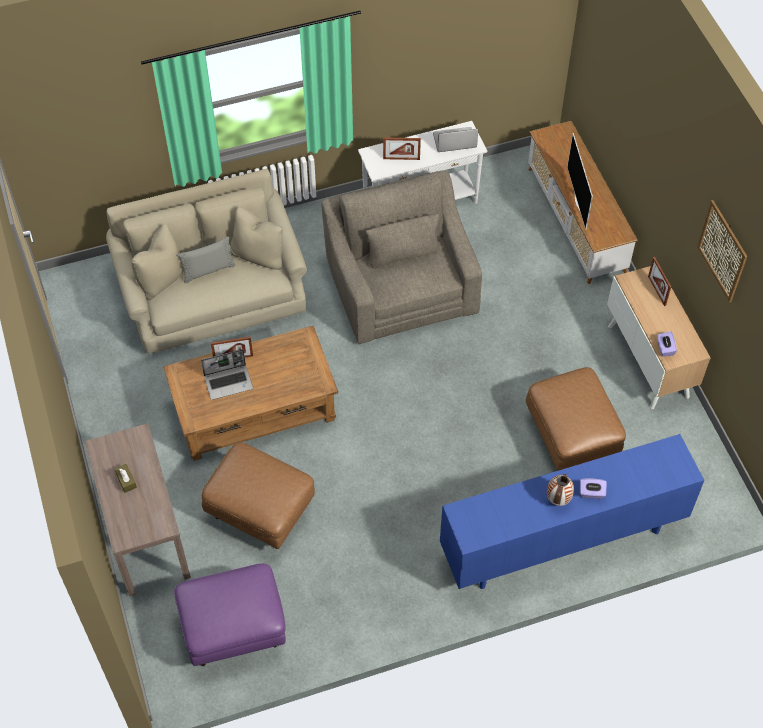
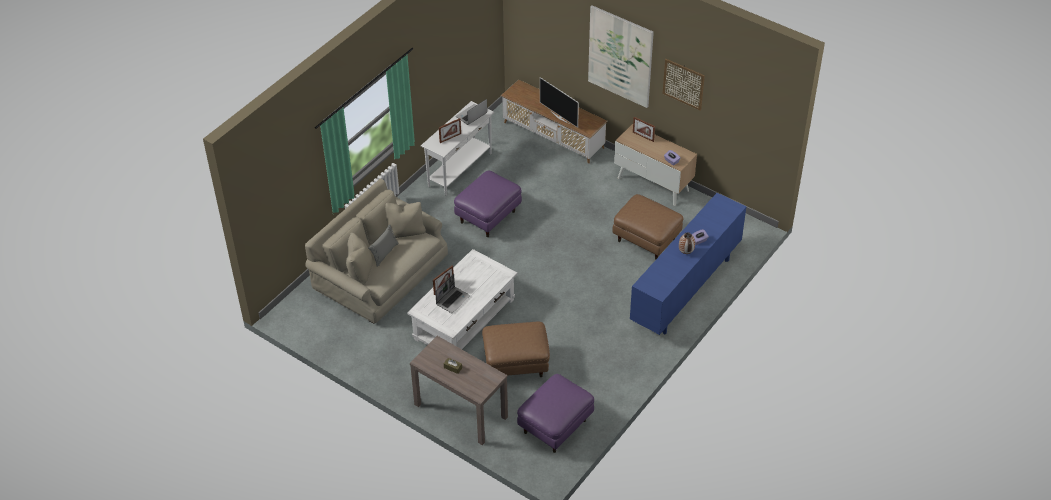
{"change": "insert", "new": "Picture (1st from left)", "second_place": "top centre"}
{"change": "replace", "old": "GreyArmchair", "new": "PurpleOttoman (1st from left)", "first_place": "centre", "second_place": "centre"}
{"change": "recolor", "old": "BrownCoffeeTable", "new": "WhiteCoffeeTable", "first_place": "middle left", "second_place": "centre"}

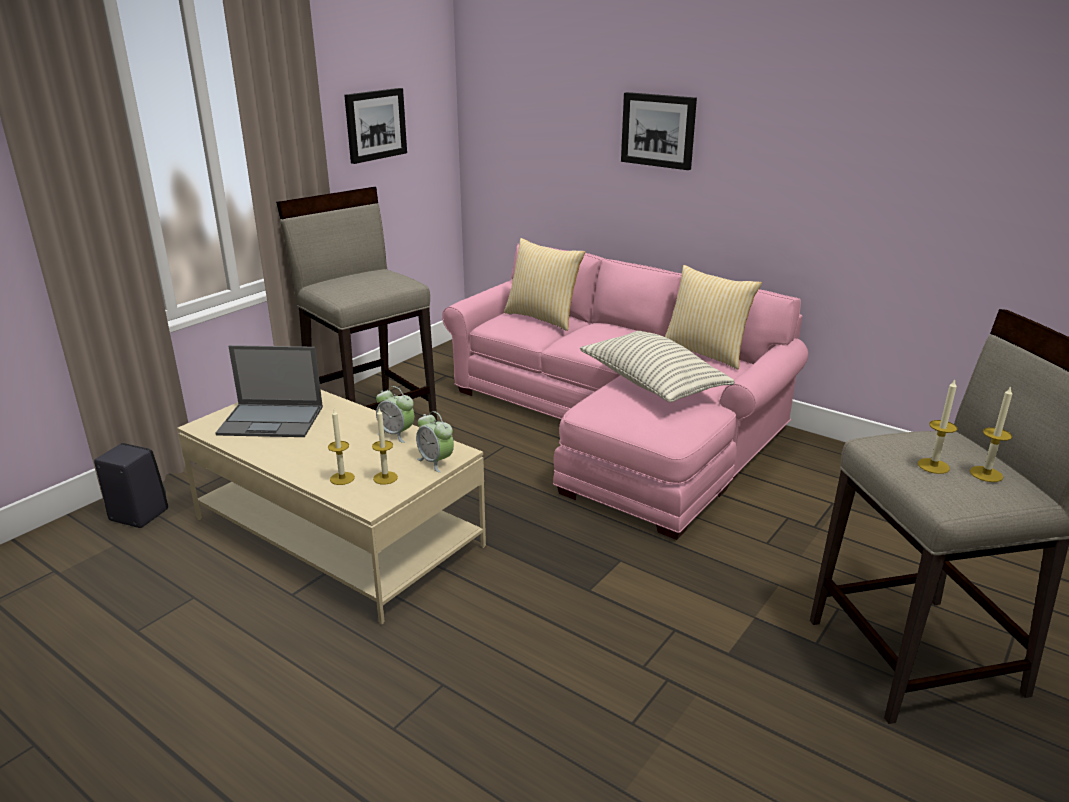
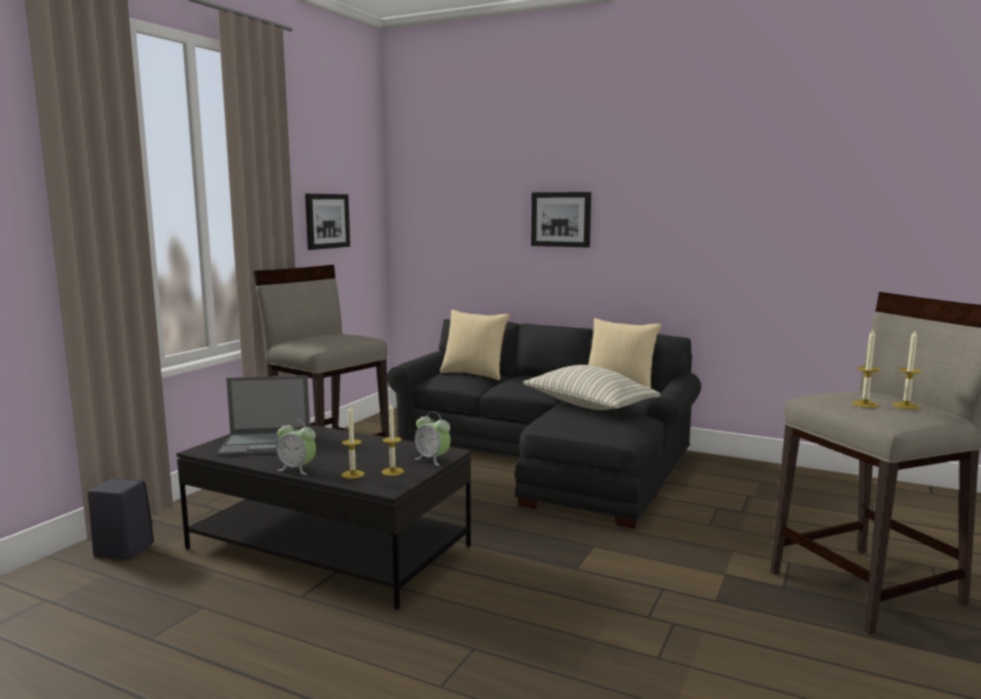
{"change": "move", "old": "AlarmClock (1st from left)", "first_place": "centre", "second_place": "middle left"}
{"change": "recolor", "old": "BeigeCoffeeTable", "new": "BlackCoffeeTable", "first_place": "middle left", "second_place": "bottom left"}
{"change": "recolor", "old": "PinkSofa", "new": "BlackSofa", "first_place": "centre", "second_place": "centre"}

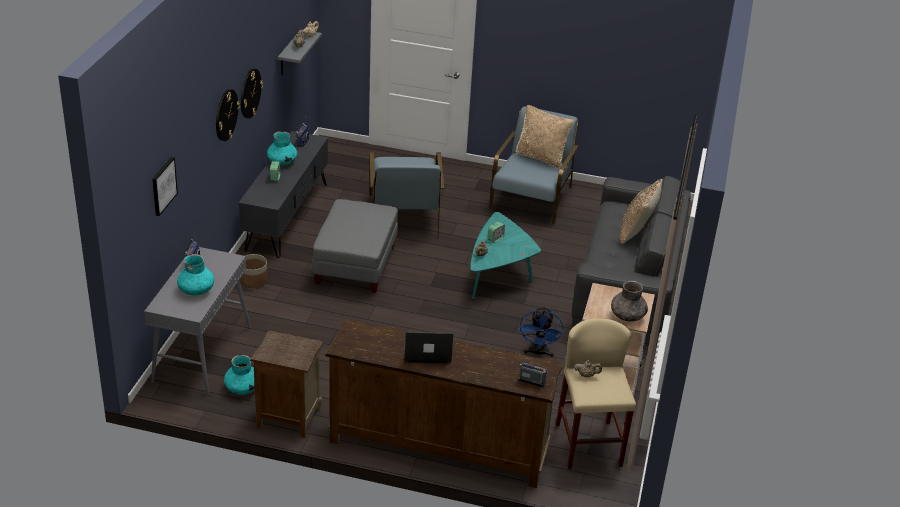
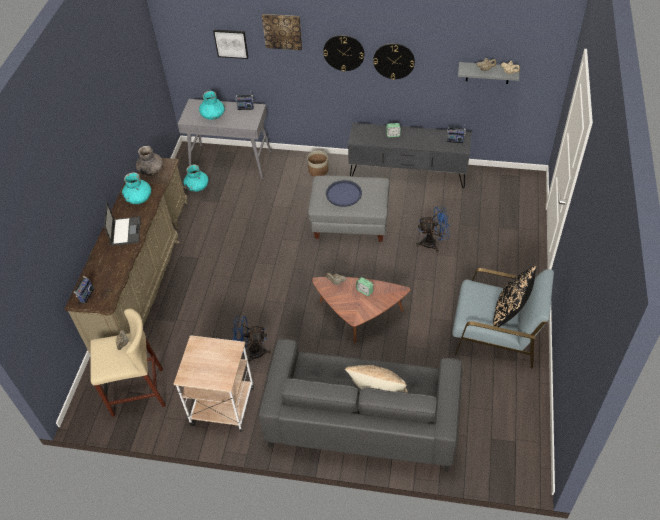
{"change": "insert", "new": "Picture (2nd from left)", "second_place": "top centre"}
{"change": "insert", "new": "BlueTray", "second_place": "centre"}
{"change": "move", "old": "TurquoiseVase (3rd from left in the first image)", "new": "TurquoiseVase (1st from left)", "first_place": "top left", "second_place": "middle left"}
{"change": "move", "old": "GreyVase", "first_place": "middle right", "second_place": "top left"}
{"change": "replace", "old": "BlueArmchair (1st from left)", "new": "BlueFan (2nd from left)", "first_place": "centre", "second_place": "centre"}
{"change": "recolor", "old": "TurquoiseCoffeeTable", "new": "BrownCoffeeTable", "first_place": "centre", "second_place": "centre"}
{"change": "recolor", "old": "BeigePillow (1st from left)", "new": "BlackPillow", "first_place": "top centre", "second_place": "middle right"}

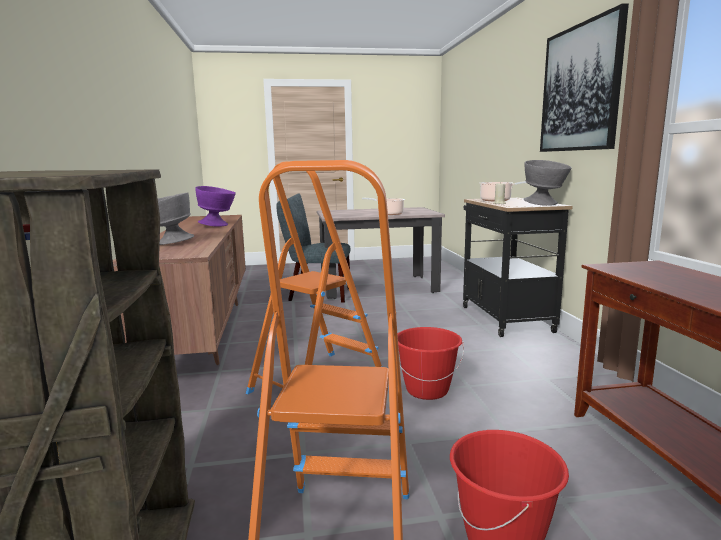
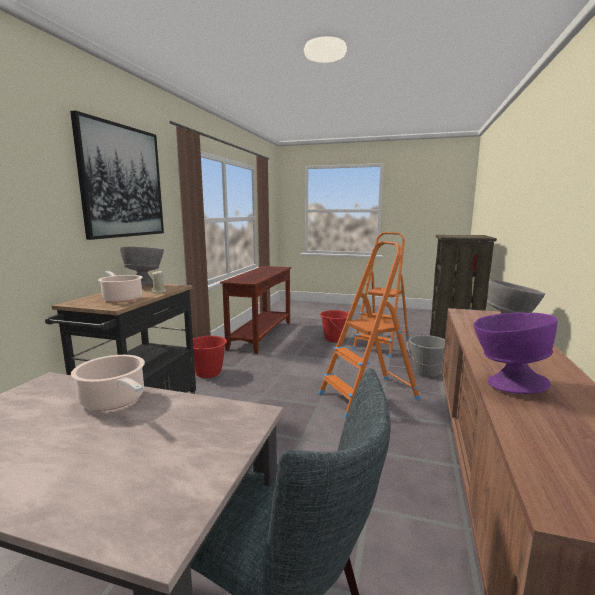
{"change": "insert", "new": "GreyBucket", "second_place": "middle right"}
{"change": "move", "old": "RedBucket (1st from left)", "first_place": "bottom centre", "second_place": "centre"}

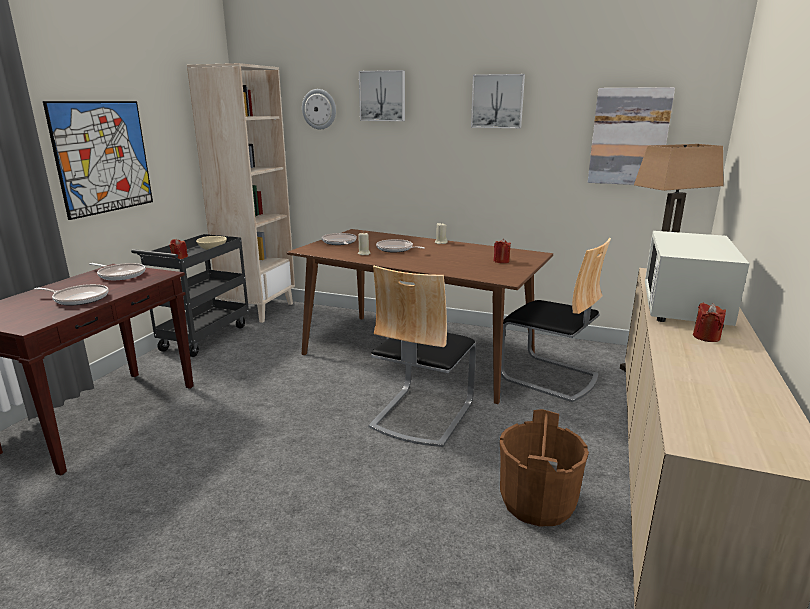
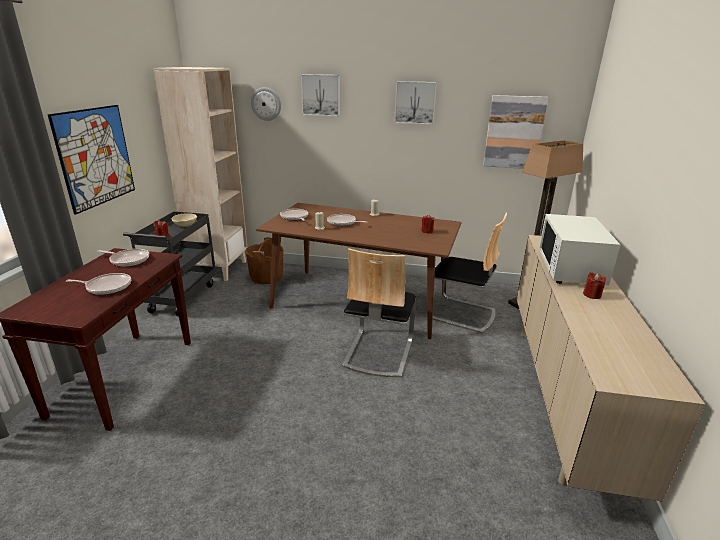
{"change": "move", "old": "BrownBucket", "first_place": "bottom right", "second_place": "centre"}

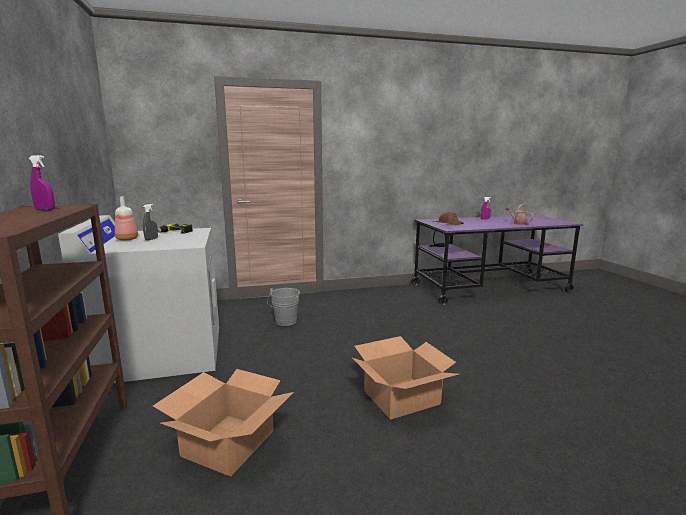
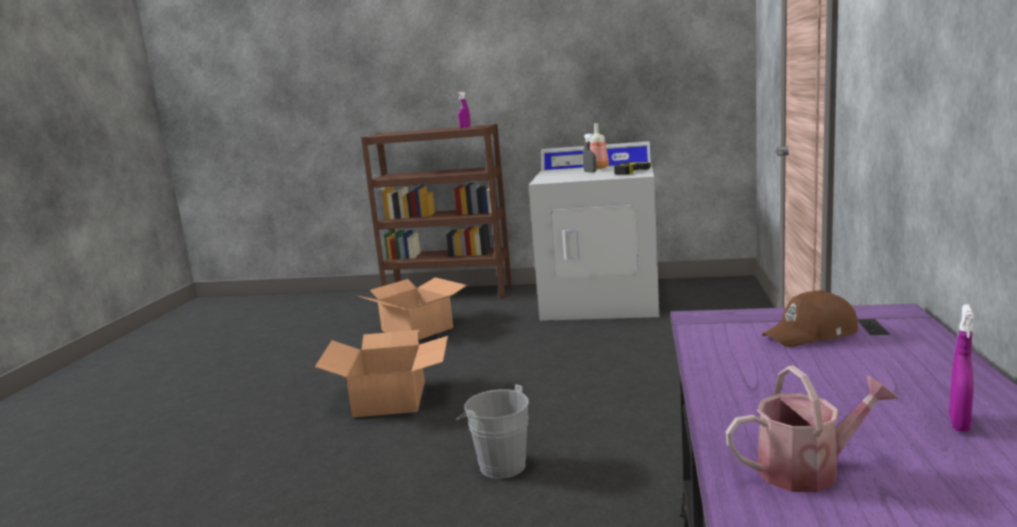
{"change": "move", "old": "GreyBucket", "first_place": "centre", "second_place": "bottom centre"}

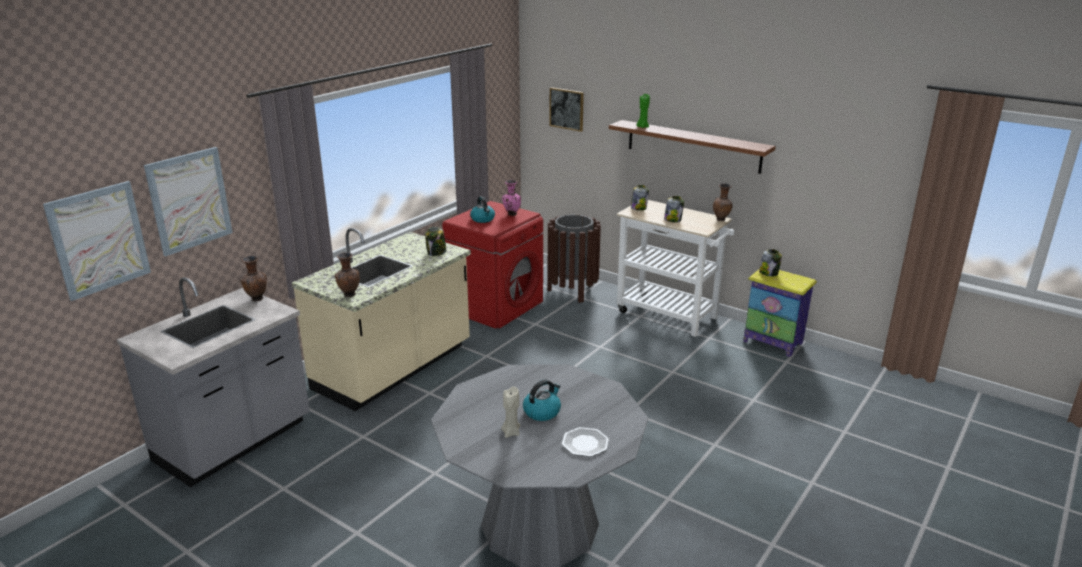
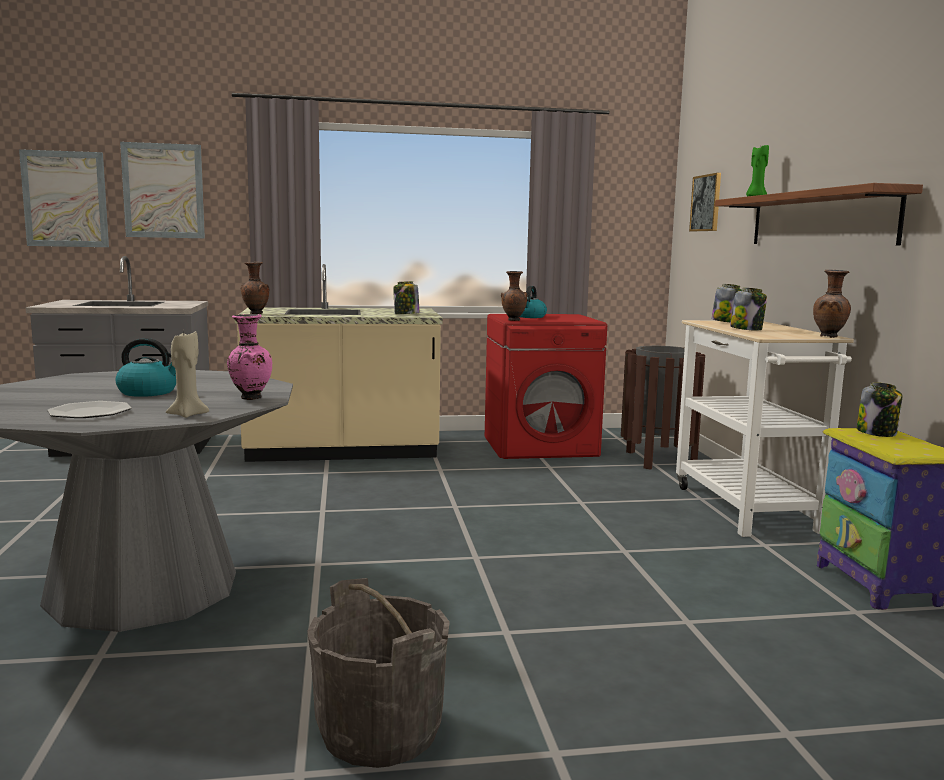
{"change": "insert", "new": "GreyBucket", "second_place": "bottom centre"}
{"change": "move", "old": "BrownVase (1st from left in the first image)", "new": "BrownVase (2nd from left)", "first_place": "middle left", "second_place": "centre"}
{"change": "move", "old": "BeigeCandle", "first_place": "bottom centre", "second_place": "middle left"}
{"change": "move", "old": "PinkVase", "first_place": "centre", "second_place": "middle left"}

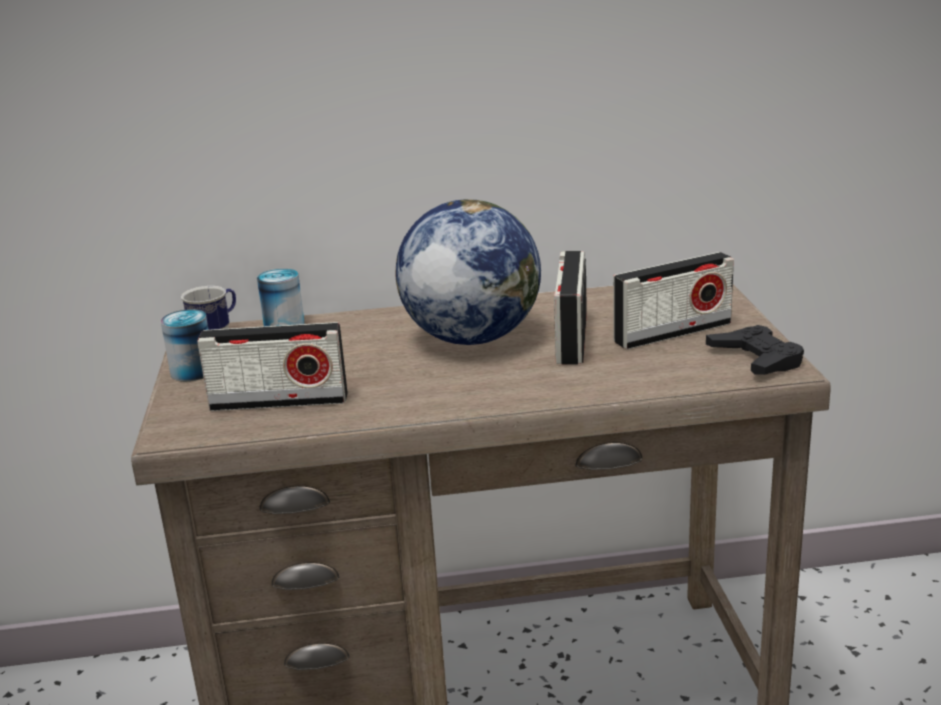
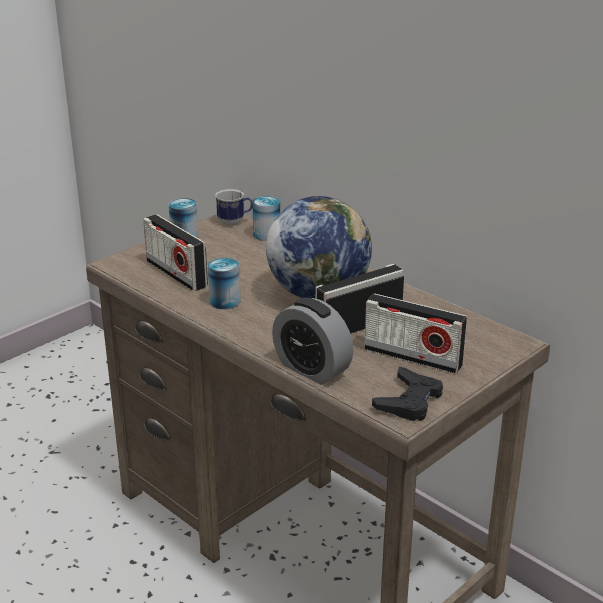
{"change": "insert", "new": "Can (2nd from left)", "second_place": "centre"}
{"change": "insert", "new": "AlarmClock", "second_place": "centre"}

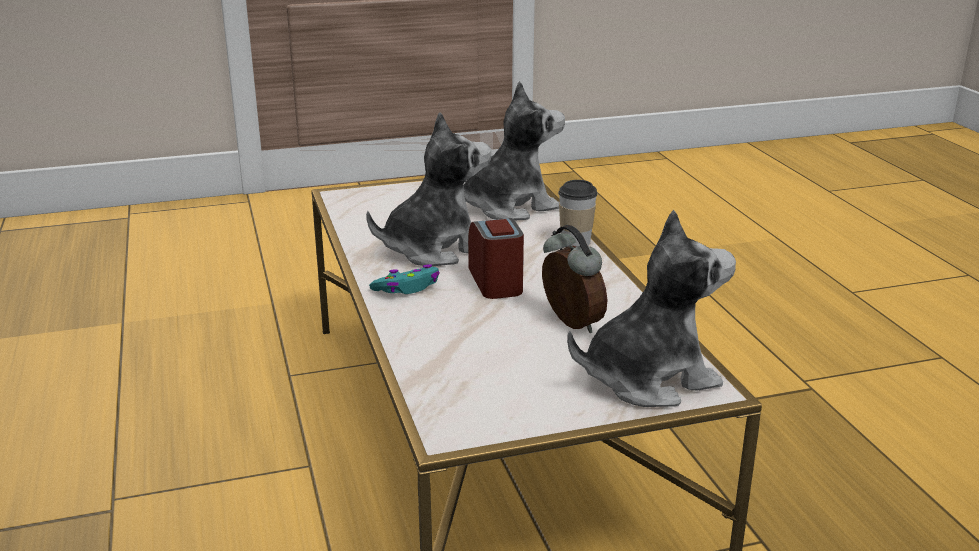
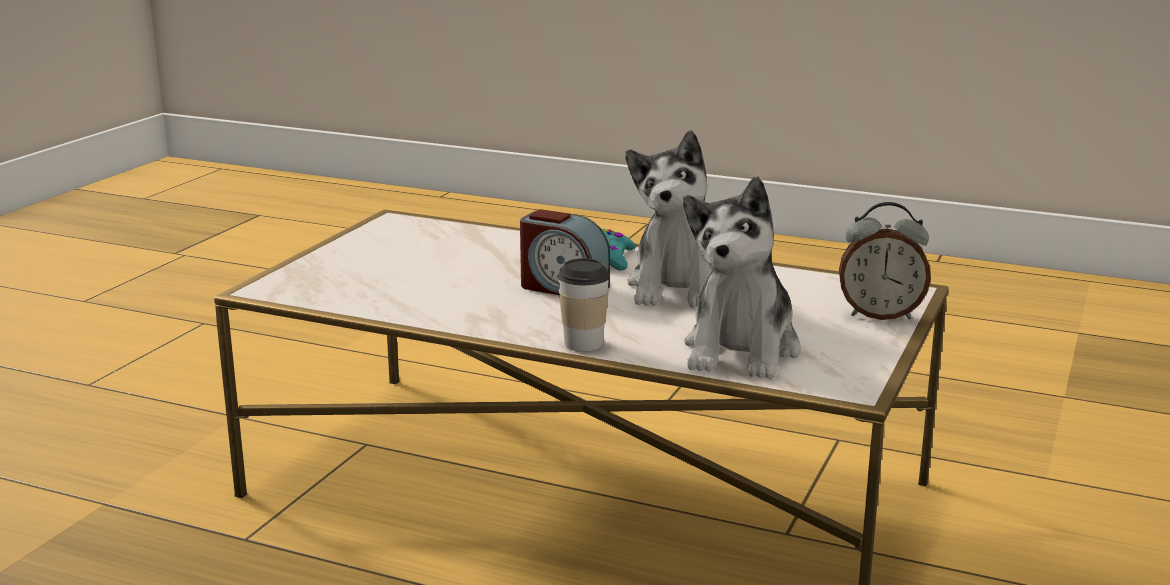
{"change": "delete", "old": "PlushToy (3rd from left)", "first_place": "centre"}
{"change": "move", "old": "AlarmClock (2nd from left)", "first_place": "centre", "second_place": "middle right"}

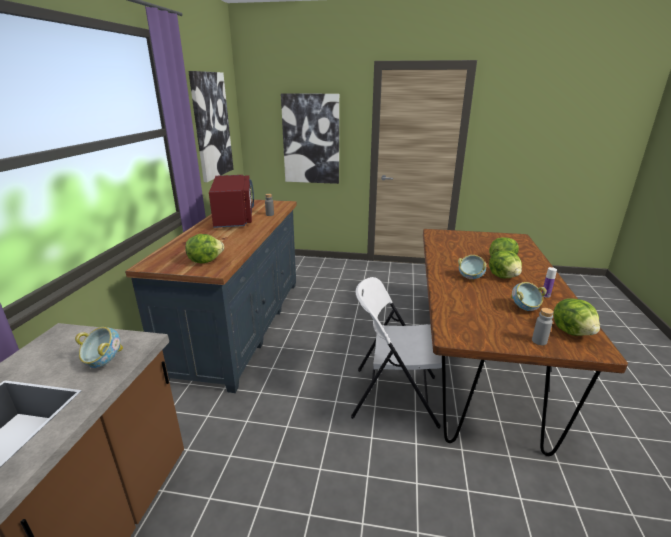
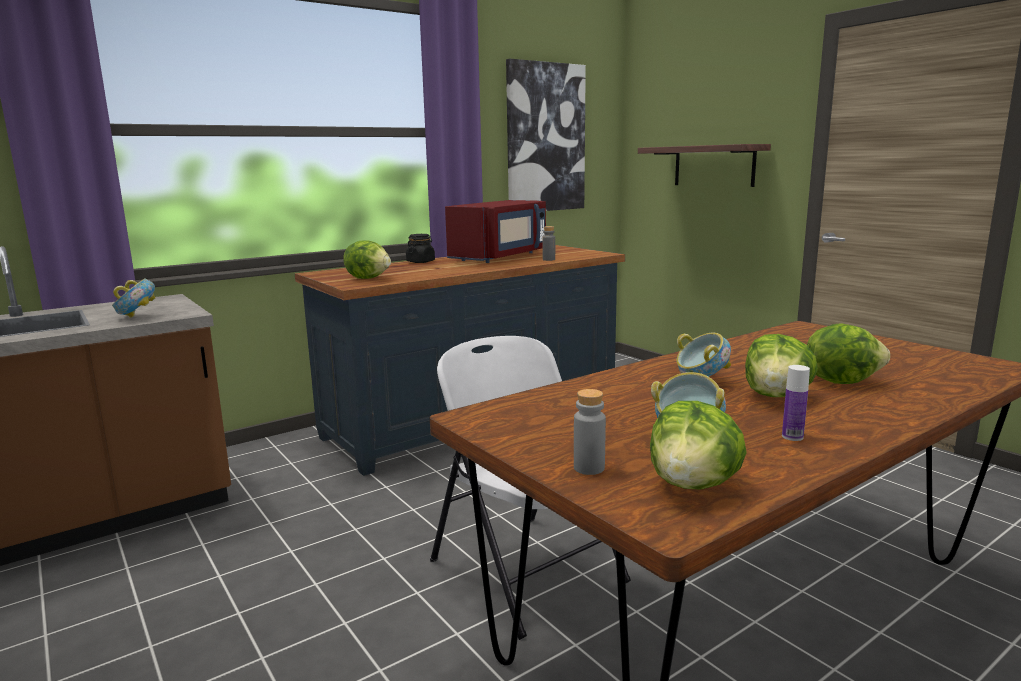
{"change": "insert", "new": "BlackJar", "second_place": "centre"}
{"change": "replace", "old": "Picture (2nd from left)", "new": "Shelf", "first_place": "top centre", "second_place": "top right"}

